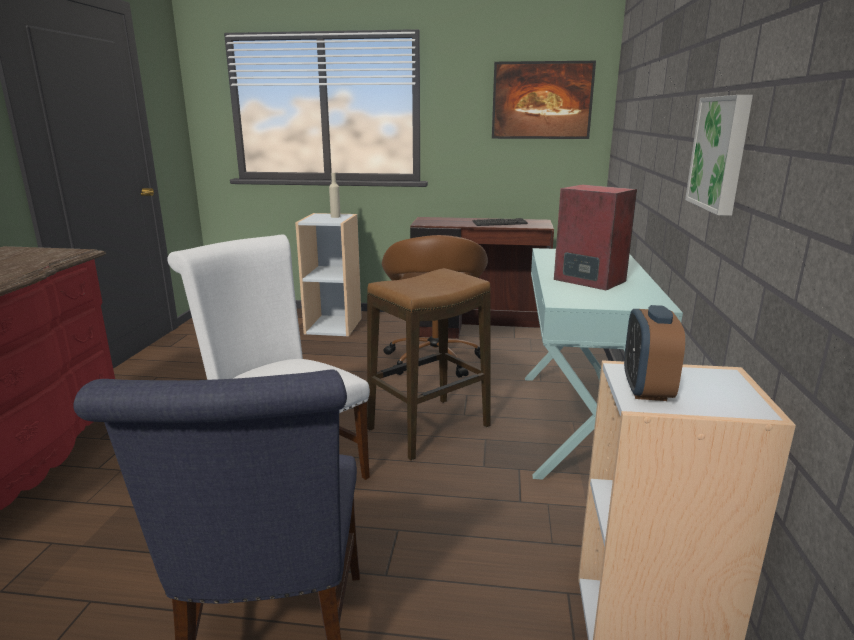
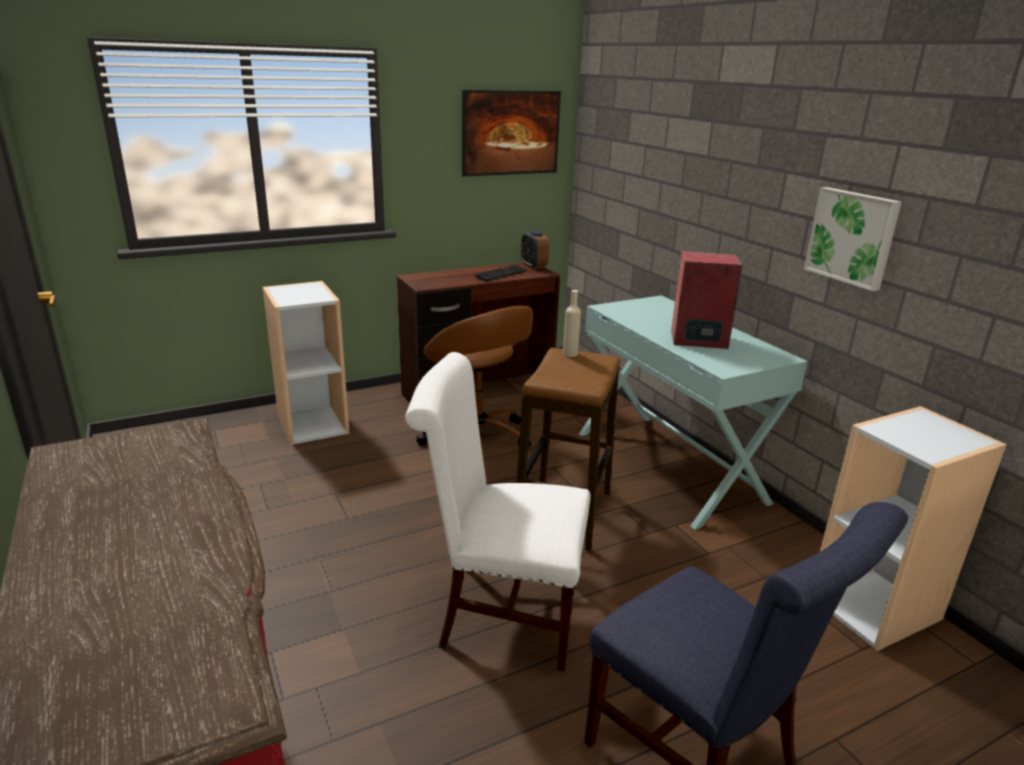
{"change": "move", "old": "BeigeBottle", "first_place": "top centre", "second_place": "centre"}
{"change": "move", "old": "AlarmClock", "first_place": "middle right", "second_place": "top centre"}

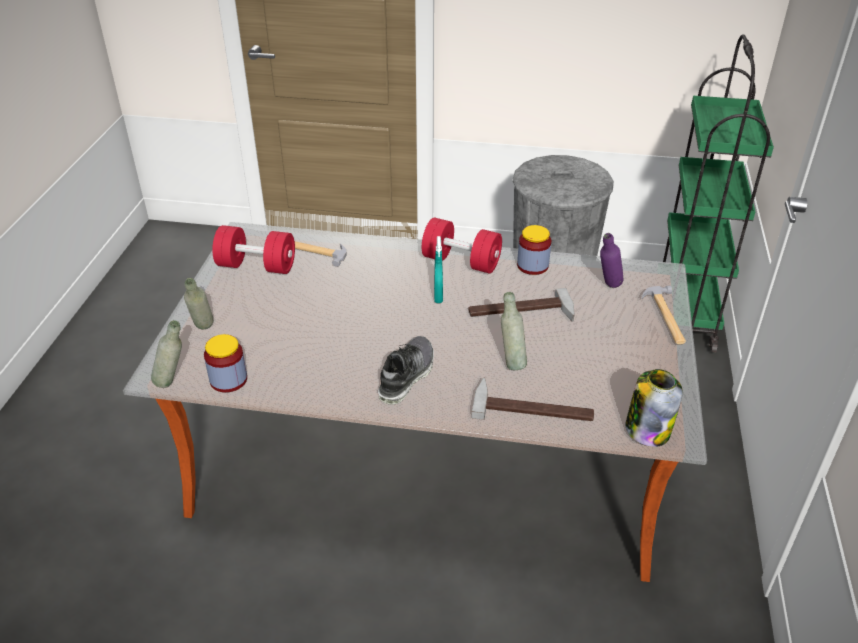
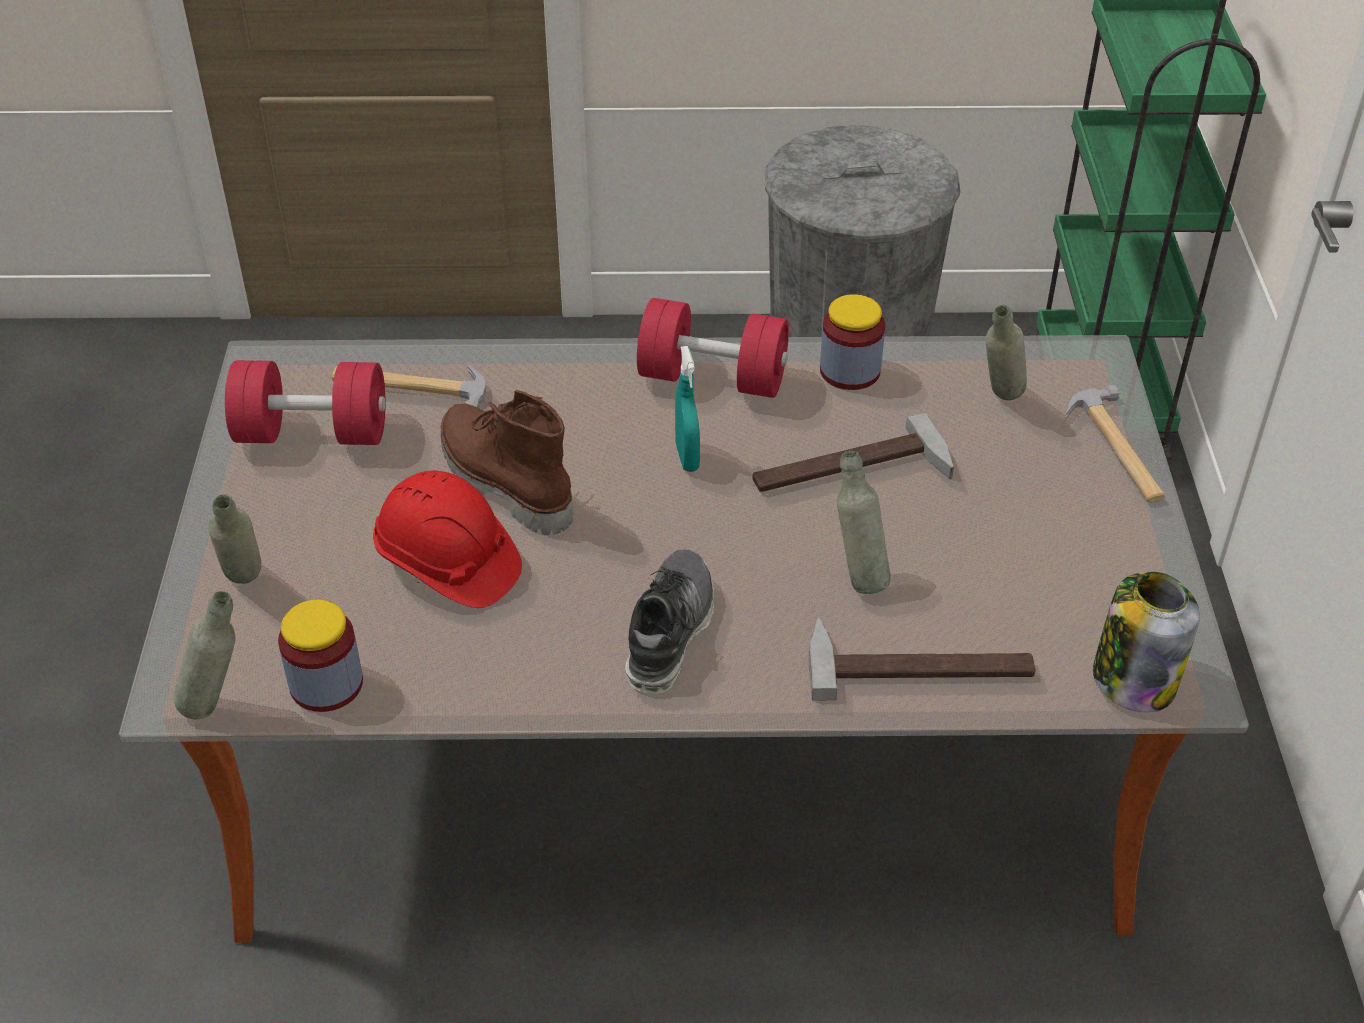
{"change": "insert", "new": "RedHardHat", "second_place": "middle left"}
{"change": "insert", "new": "BrownBoot", "second_place": "centre"}
{"change": "recolor", "old": "PurpleBottle", "new": "GreyBottle (4th from left)", "first_place": "middle right", "second_place": "middle right"}

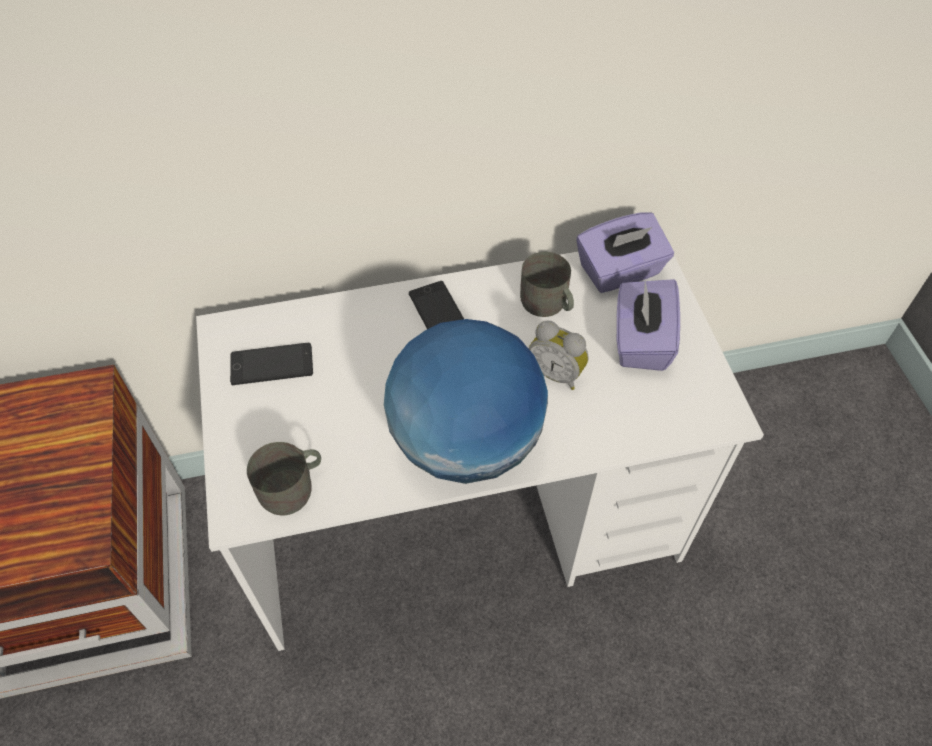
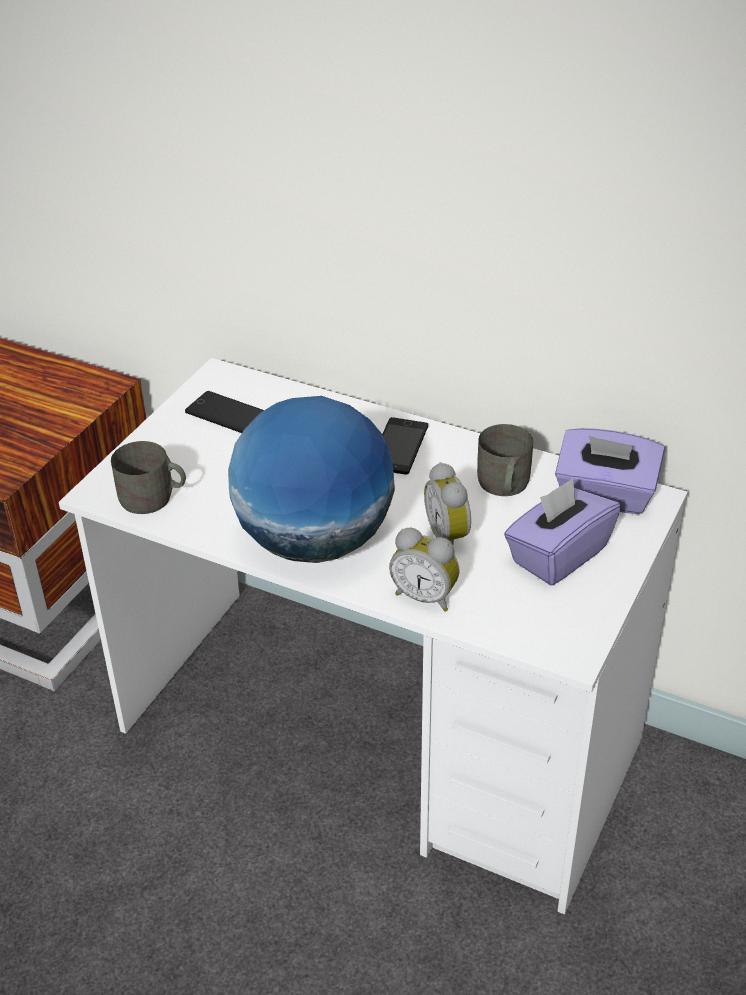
{"change": "insert", "new": "AlarmClock (1st from left)", "second_place": "centre"}

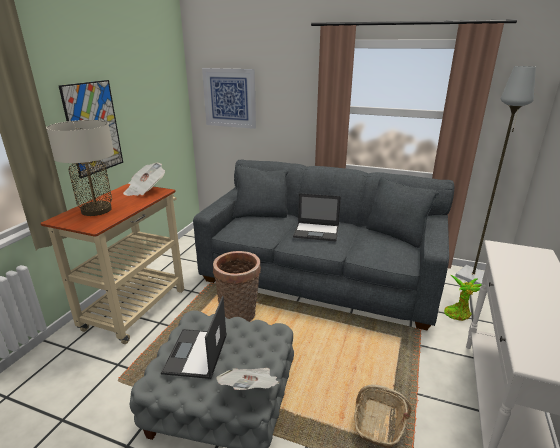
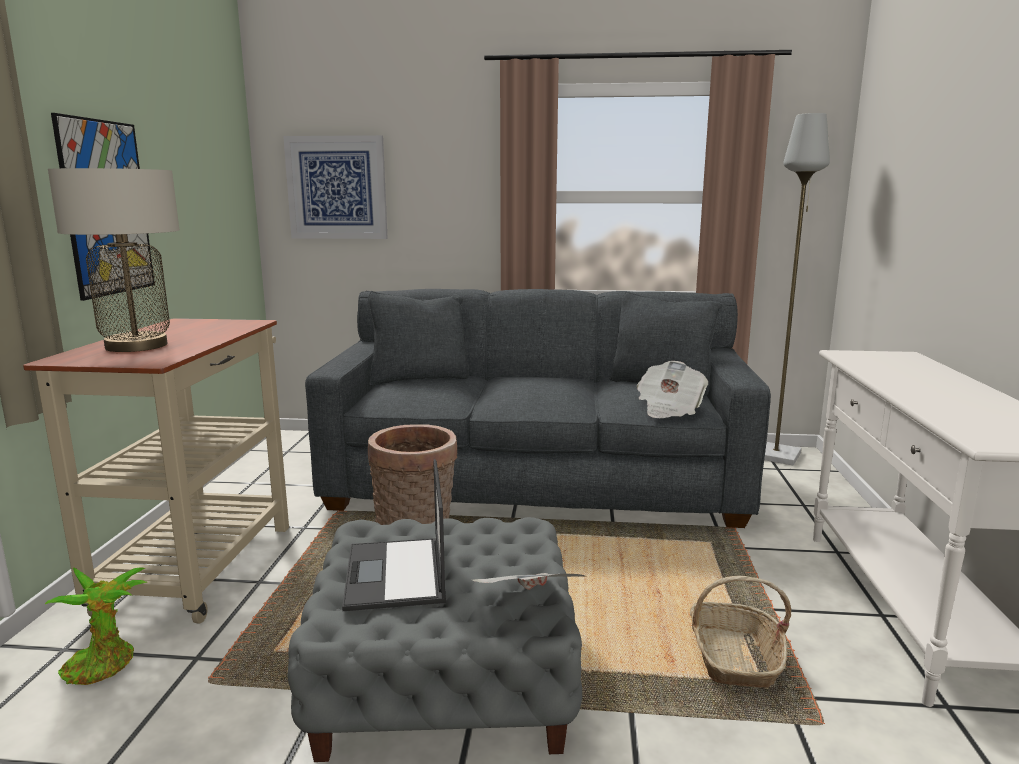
{"change": "delete", "old": "Laptop (2nd from left)", "first_place": "centre"}
{"change": "move", "old": "Newspaper (1st from left in the first image)", "new": "Newspaper (2nd from left)", "first_place": "middle left", "second_place": "centre"}
{"change": "move", "old": "PottedPlant", "first_place": "middle right", "second_place": "bottom left"}

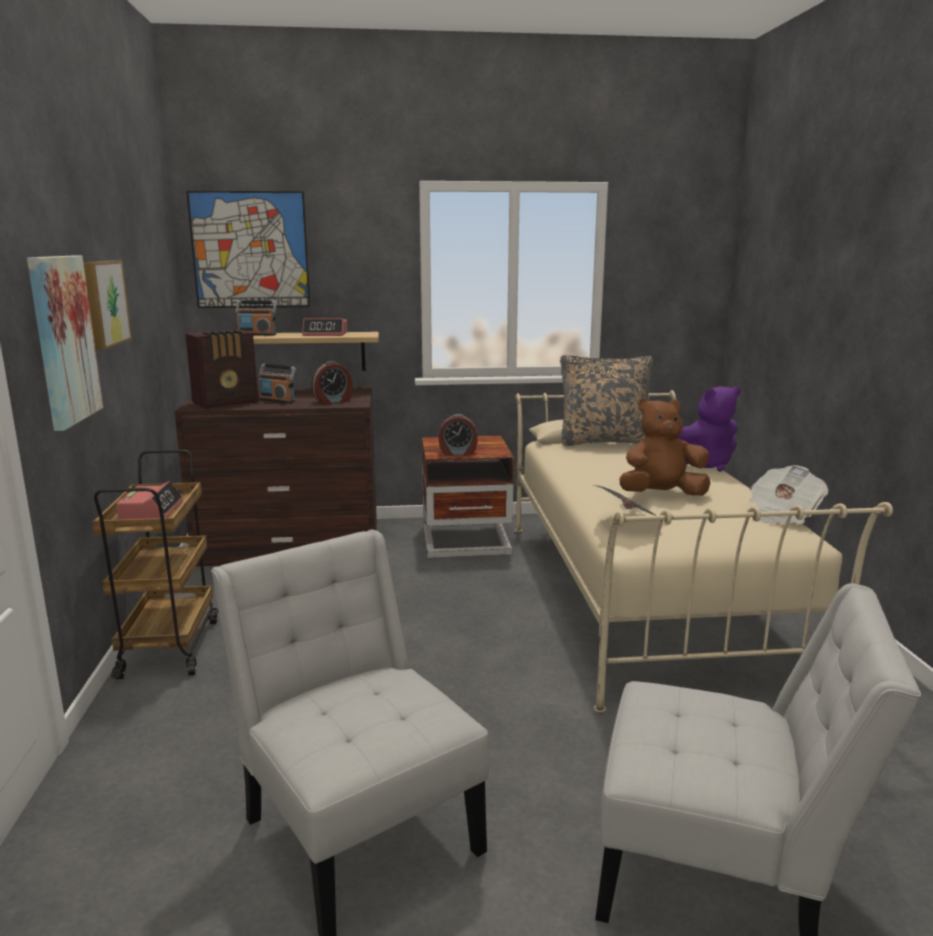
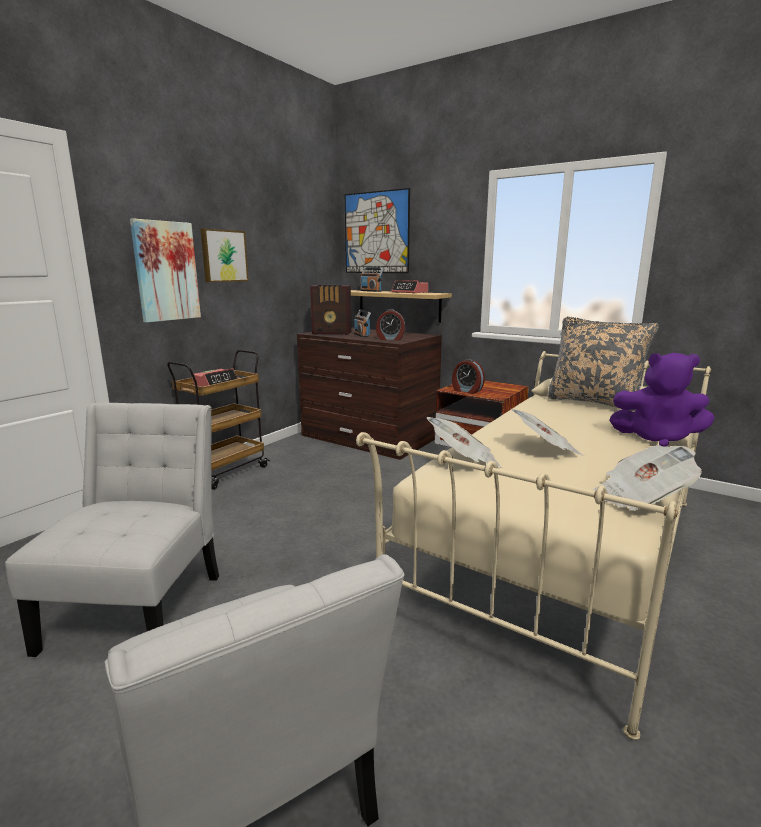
{"change": "replace", "old": "BrownPlushToy", "new": "Newspaper (2nd from left)", "first_place": "middle right", "second_place": "middle right"}

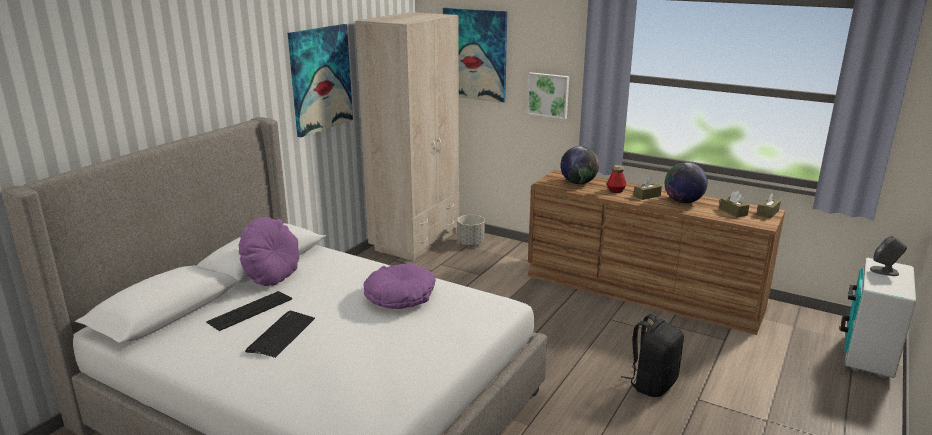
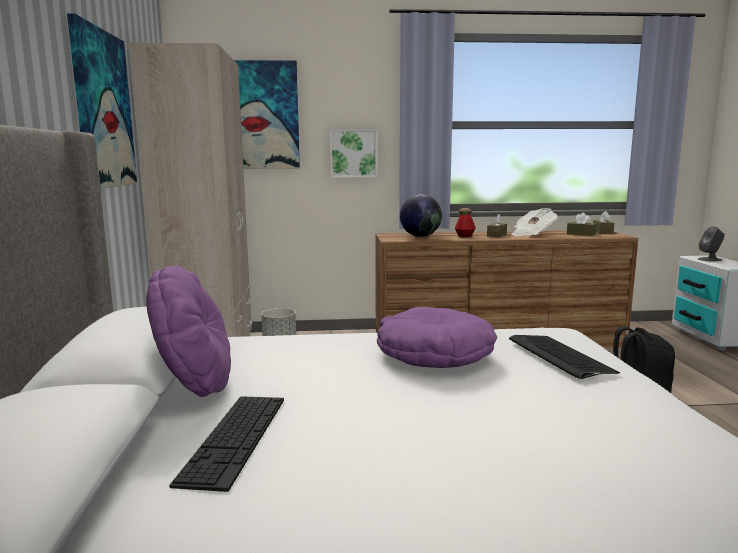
{"change": "move", "old": "Keyboard (2nd from left)", "first_place": "bottom left", "second_place": "middle right"}
{"change": "replace", "old": "Globe (2nd from left)", "new": "Newspaper", "first_place": "middle right", "second_place": "middle right"}

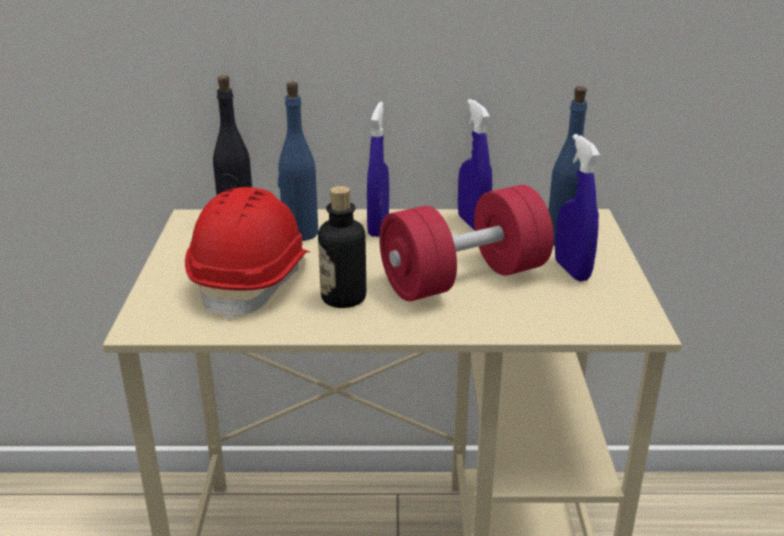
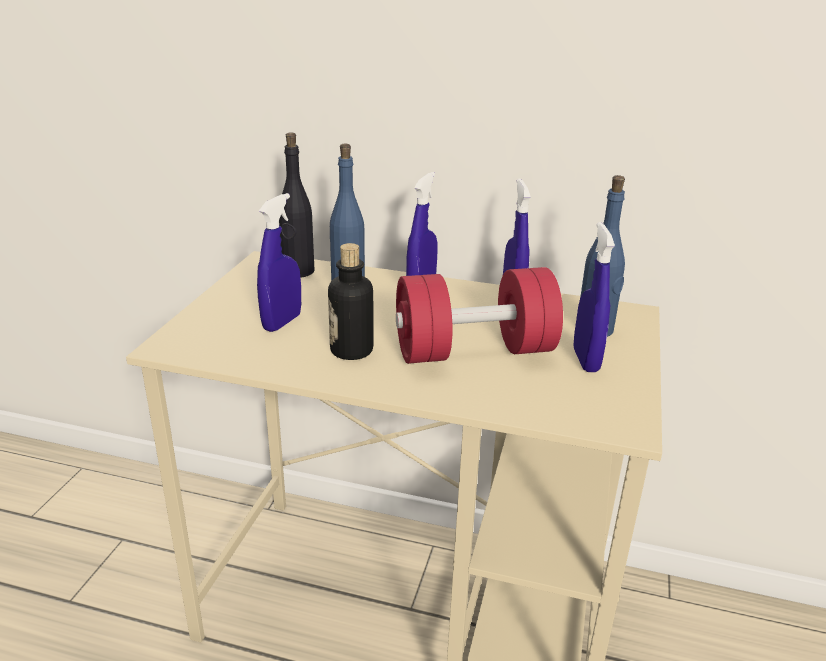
{"change": "replace", "old": "RedHardHat", "new": "BlueSprayBottle (1st from left)", "first_place": "middle left", "second_place": "centre"}

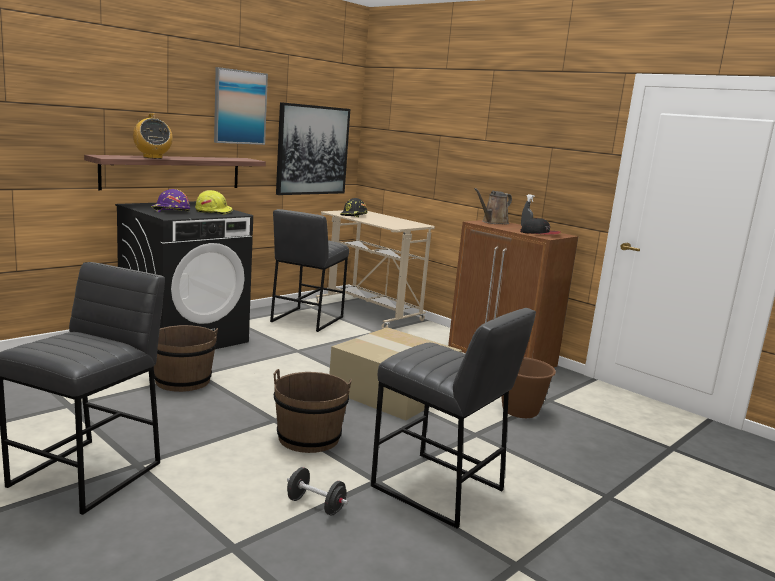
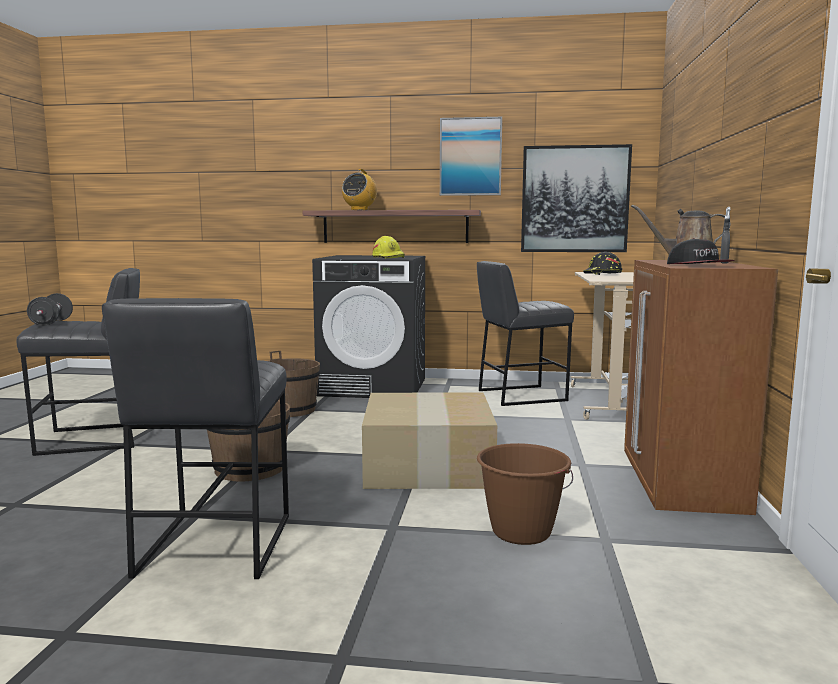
{"change": "delete", "old": "PurpleHardHat", "first_place": "middle left"}
{"change": "move", "old": "BlackDumbbell", "first_place": "bottom centre", "second_place": "middle left"}

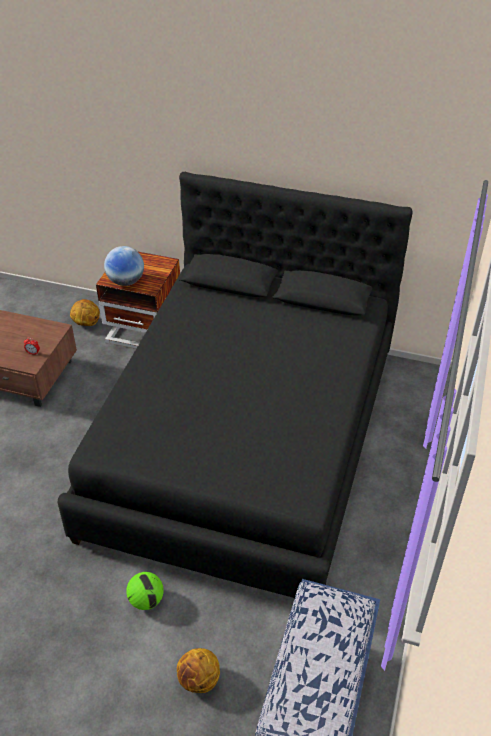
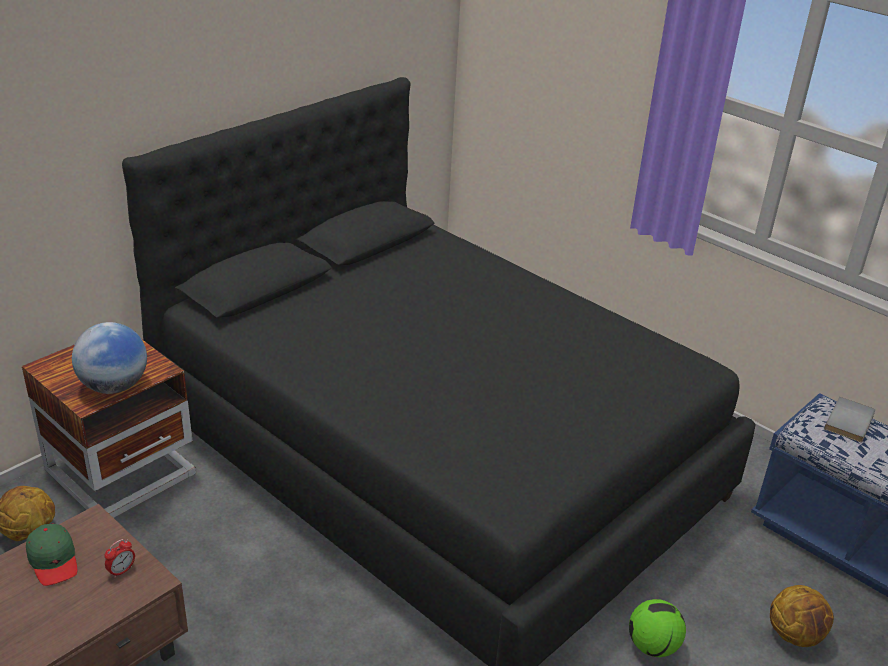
{"change": "insert", "new": "GreenCap", "second_place": "bottom left"}
{"change": "insert", "new": "GreyBook", "second_place": "middle right"}

